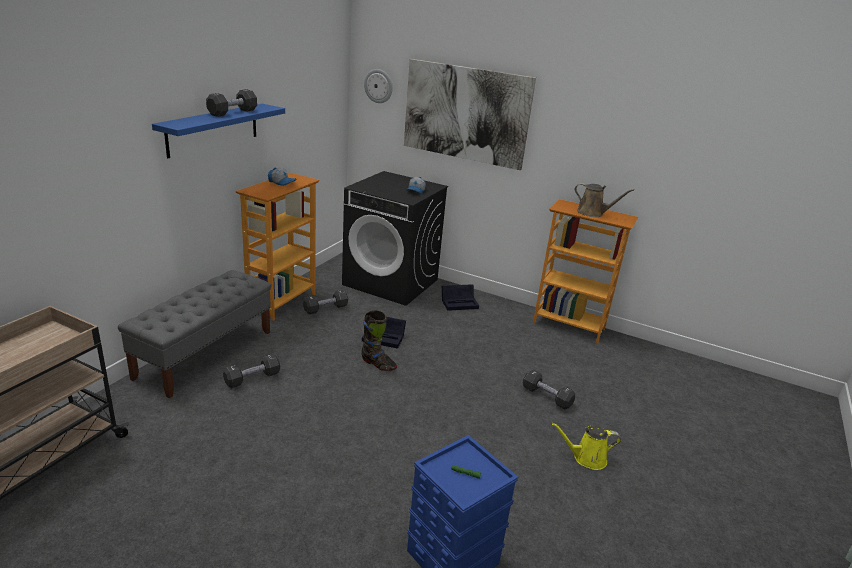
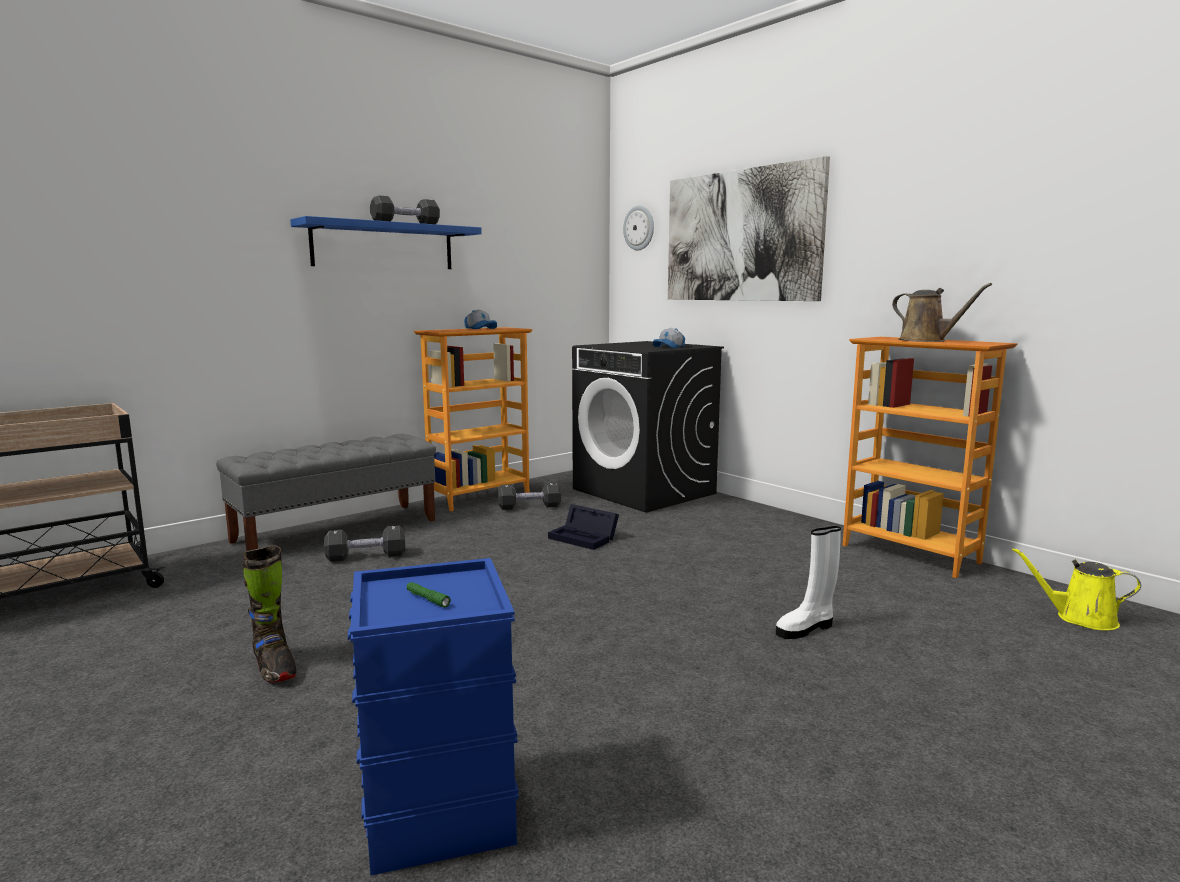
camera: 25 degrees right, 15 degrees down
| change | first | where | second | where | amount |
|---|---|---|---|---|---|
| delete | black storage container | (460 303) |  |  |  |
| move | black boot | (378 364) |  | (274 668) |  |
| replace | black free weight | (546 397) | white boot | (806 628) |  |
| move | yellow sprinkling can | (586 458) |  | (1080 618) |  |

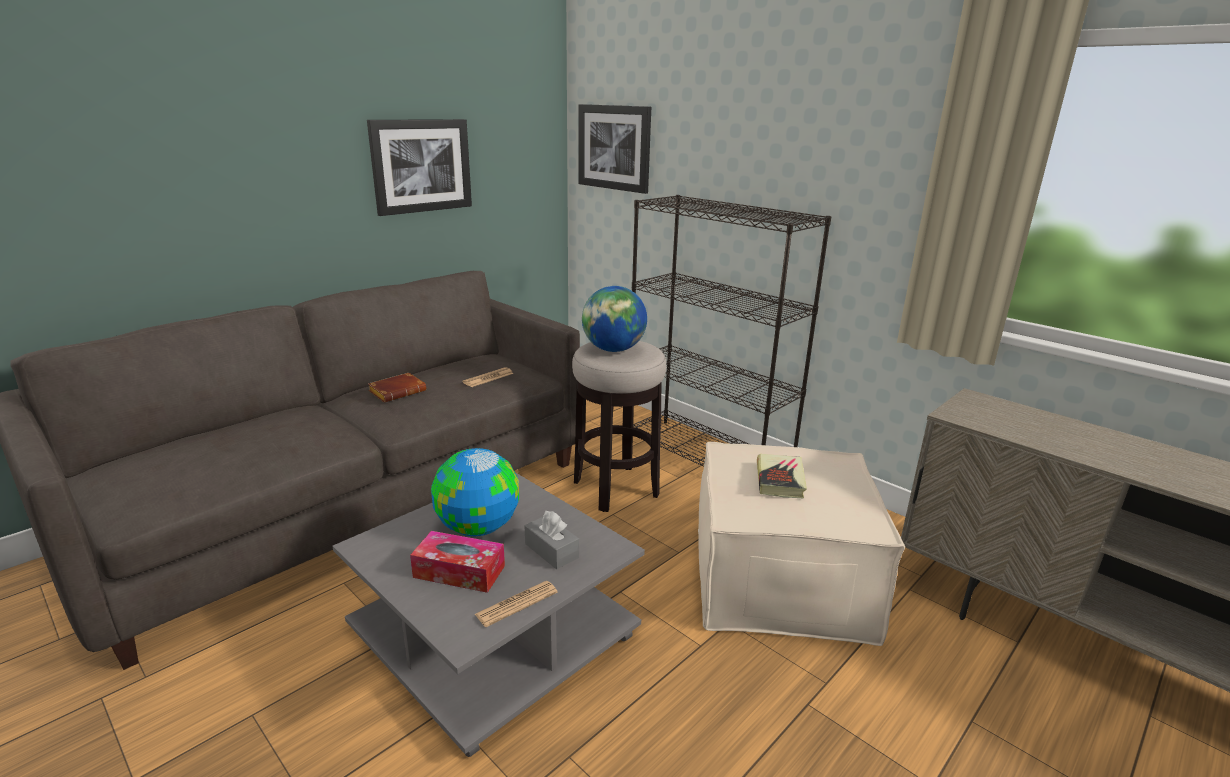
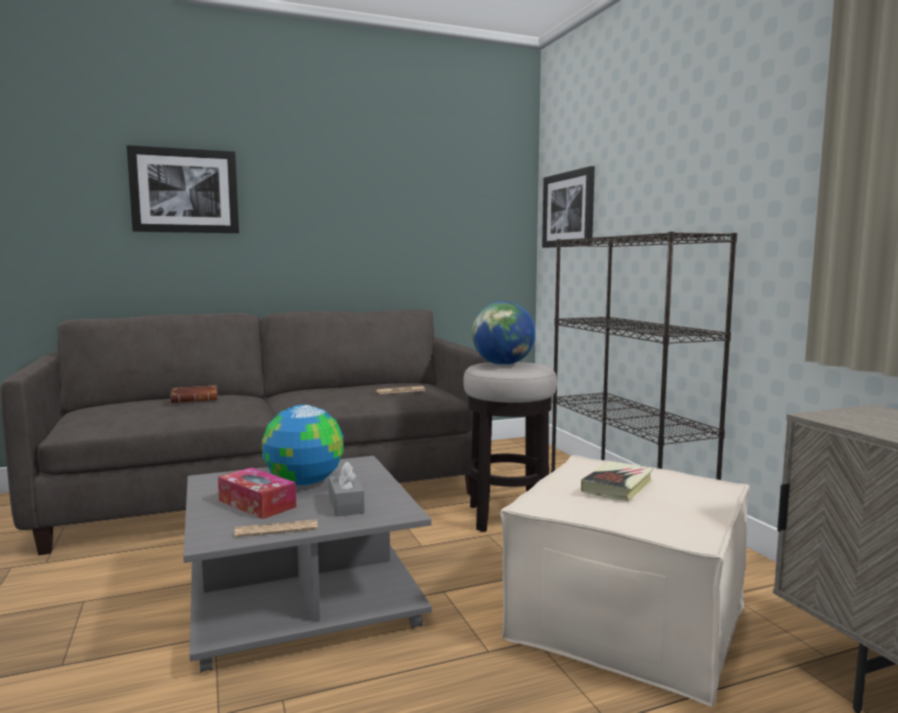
camera: 25 degrees right, 15 degrees down
| change | first | where | second | where | amount |
|---|---|---|---|---|---|
| move | picture | (421 166) |  | (184 191) |  |
| move | brown bound book | (398 391) |  | (196 399) |  |

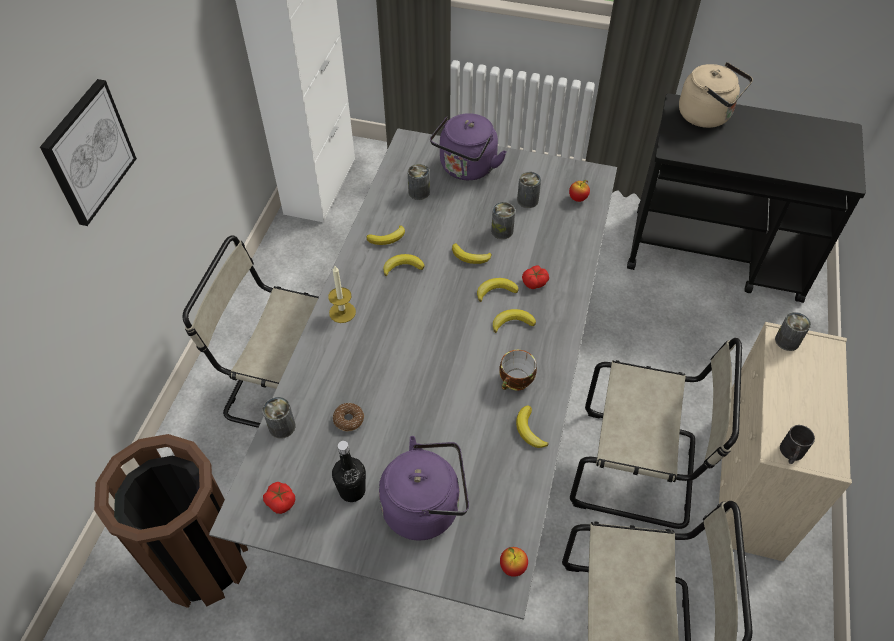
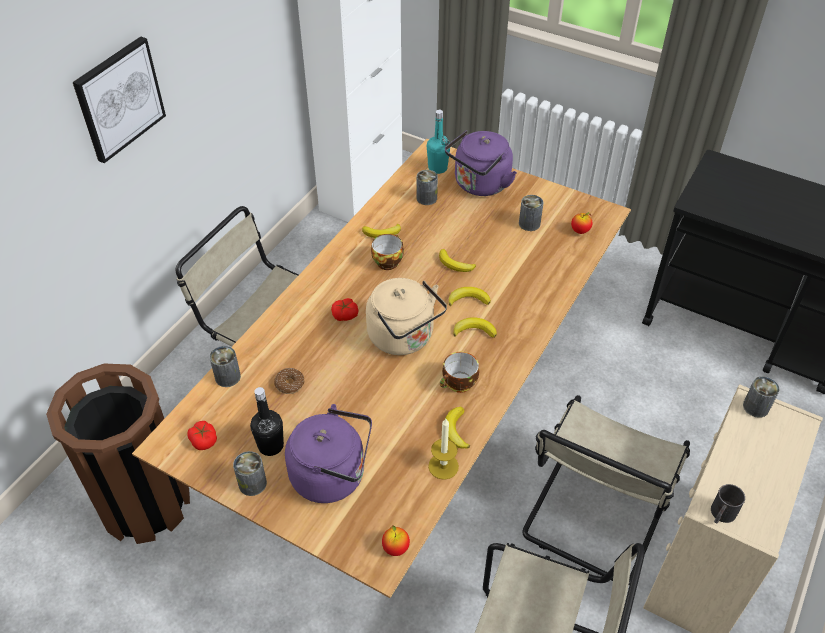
camera: 15 degrees right, 5 degrees down
| change | first | where | second | where | amount |
|---|---|---|---|---|---|
| move | beige-coloured water kettle | (707 116) |  | (404 338) |  |
| recolor | grey dinner table | (446 424) | brown dinner table | (412 432) |  |
| move | metal can | (502 231) |  | (252 483) |  |
| replace | banana fruit | (403 267) | cup | (387 261) |  |
| move | wax candle | (342 312) |  | (443 466) |  |
| move | tomato | (535 282) |  | (345 315) |  |
| rotate | beige-coloured chair | (639 470) |  | (593 520) | 90 degrees clockwise |
| insert |  |  | turquoise drink bottle | (437 168) |  |

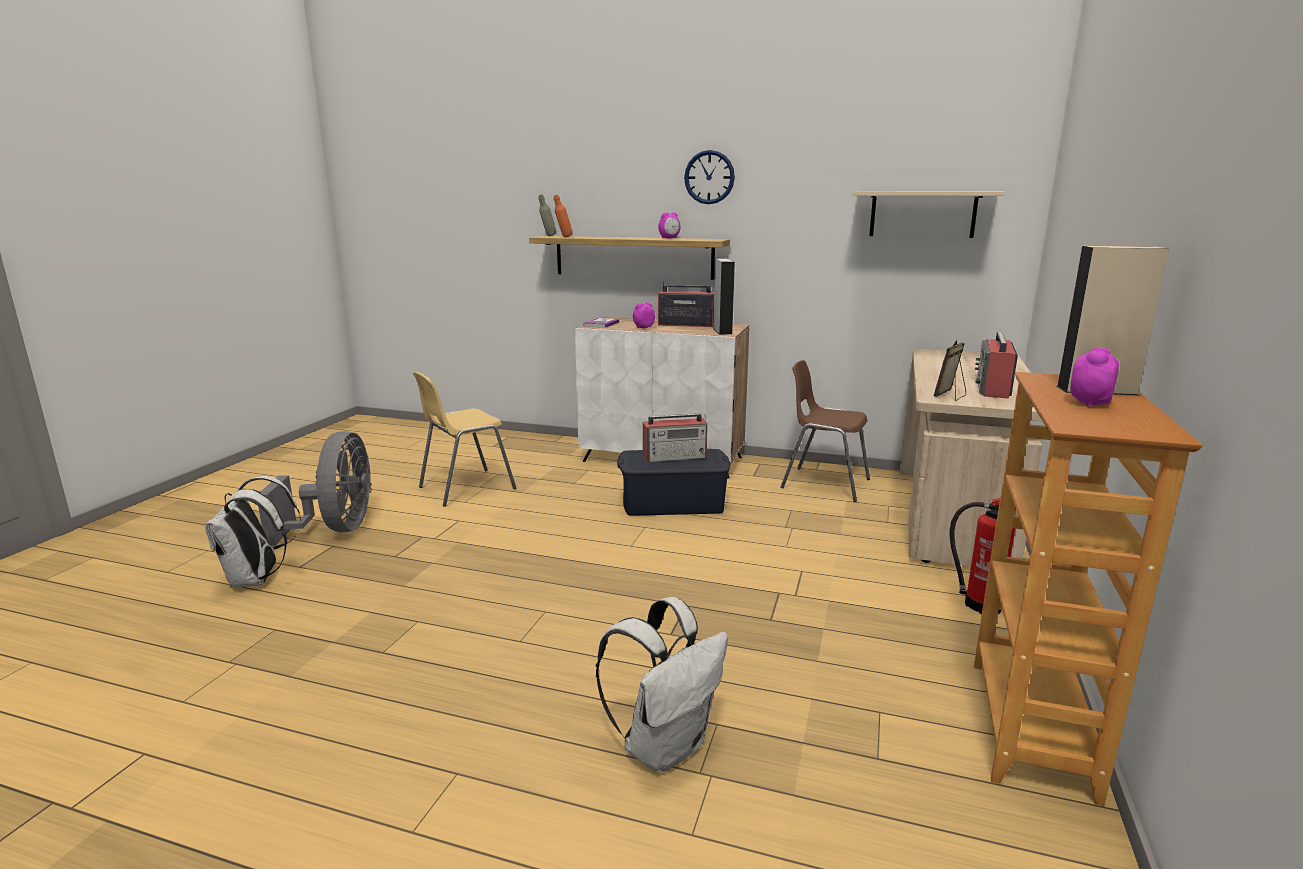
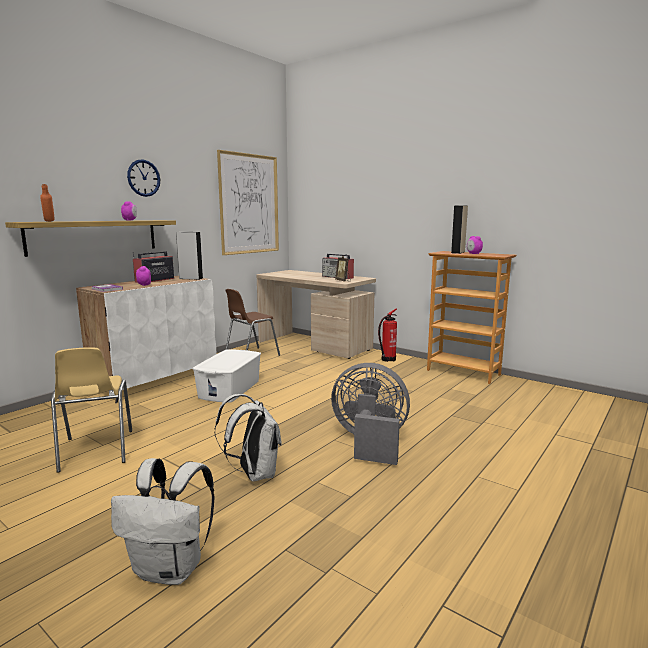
camera: 70 degrees left, 5 degrees down
| change | first | where | second | where | amount |
|---|---|---|---|---|---|
| replace | beige-coloured shelf | (922 214) | picture | (249 204) |  |
| delete | grey drink bottle | (548 236) |  |  |  |
| delete | radio receiver | (675 457) |  |  |  |
| move | grey electric fan | (336 529) |  | (369 442) |  |
| recolor | blue storage container | (673 503) | white storage container | (230 389) |  |
| move | white rucksack | (665 746) |  | (254 474) |  |

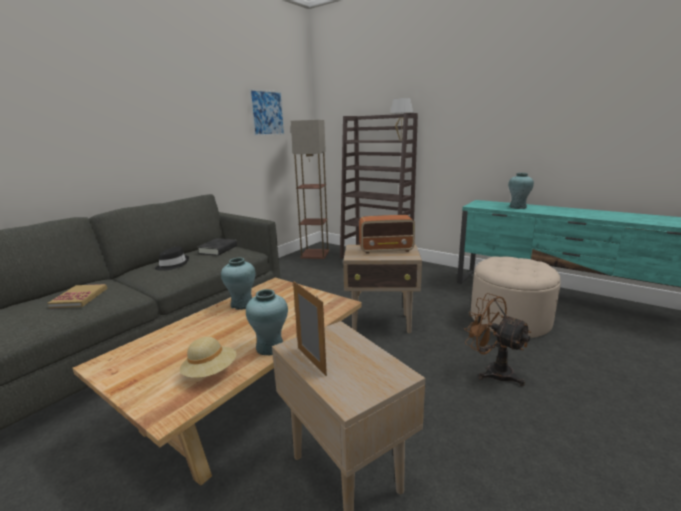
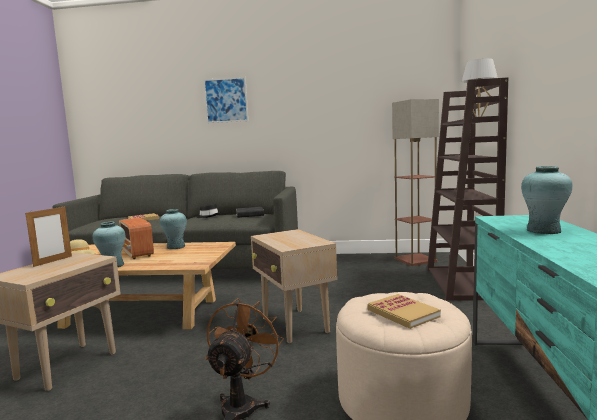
camera: 60 degrees right, 10 degrees down
| change | first | where | second | where | amount |
|---|---|---|---|---|---|
| move | picture | (267 113) |  | (226 100) |  |
| move | radio receiver | (386 250) |  | (137 253) |  |
| insert |  |  | bound book | (403 313) |  |

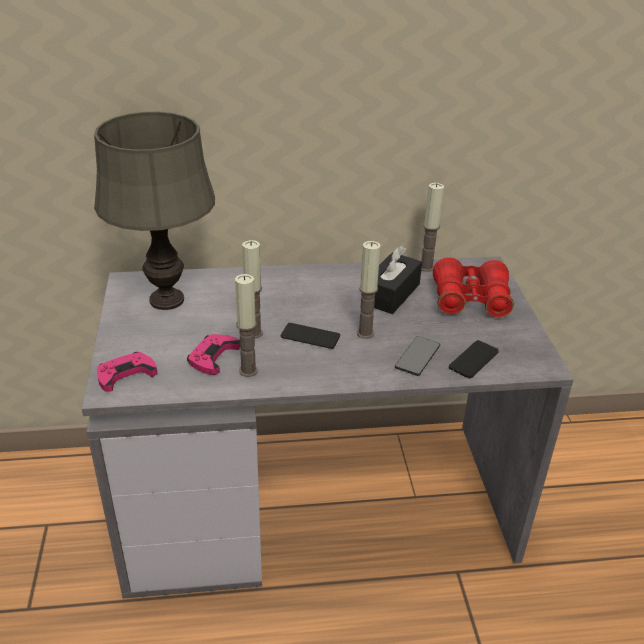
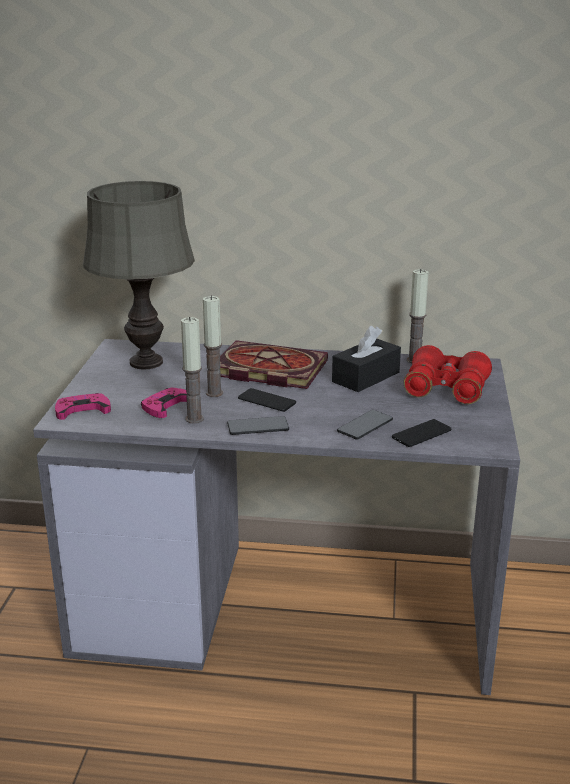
camera: 15 degrees right, 10 degrees down
| change | first | where | second | where | amount |
|---|---|---|---|---|---|
| delete | wax candle | (365 333) |  |  |  |
| insert |  |  | bound book | (266 369) |  |
| insert |  |  | telephone | (258 427) |  |

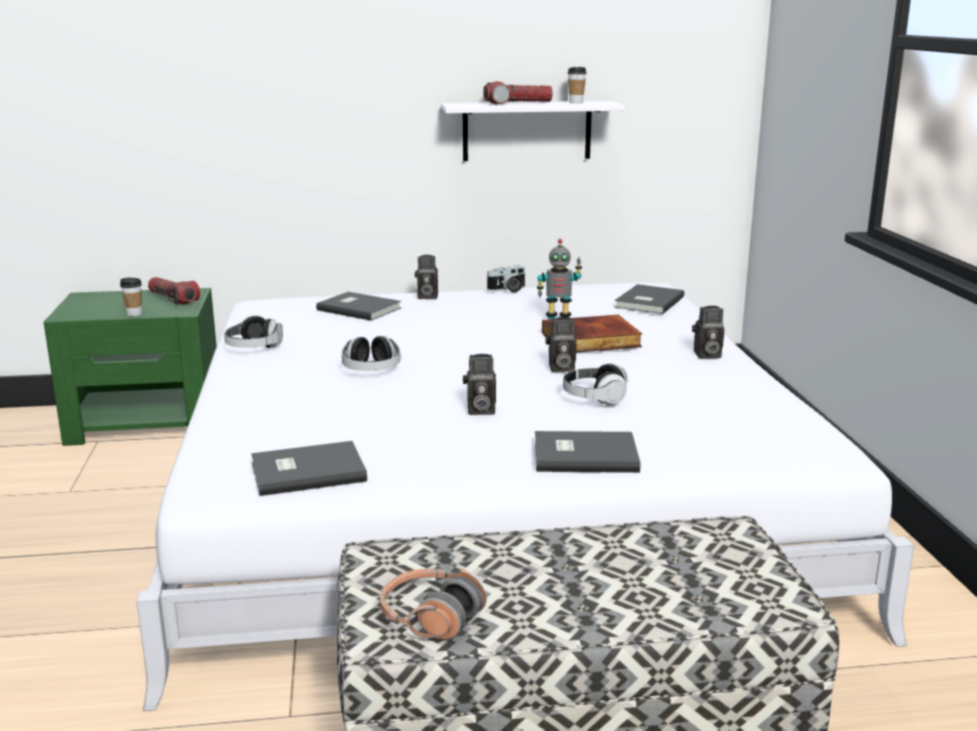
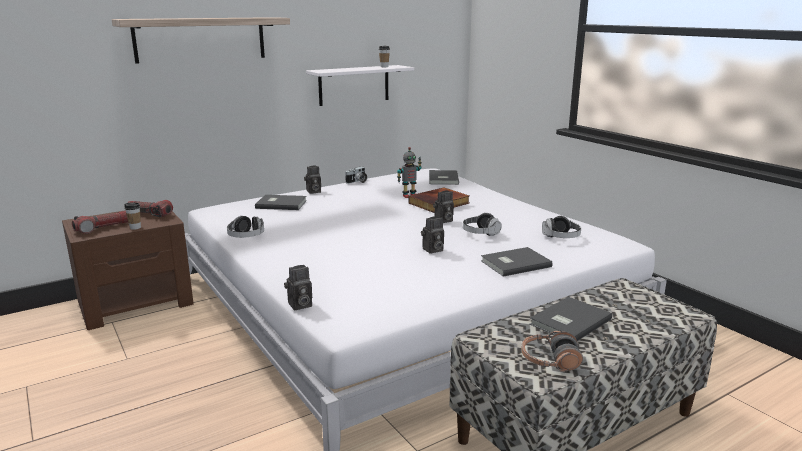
camera: 25 degrees left, 0 degrees up
| change | first | where | second | where | amount |
|---|---|---|---|---|---|
| move | flashlight | (517 103) |  | (102 228) |  |
| recolor | green nightstand | (147 421) | brown nightstand | (136 302) |  |
| move | photo camera | (706 355) |  | (299 305) |  |
| move | pair of headphones | (371 370) |  | (561 238) |  |
| move | grey bound book | (306 471) |  | (568 321) |  |
| insert |  |  | shelf | (201 39) |  |

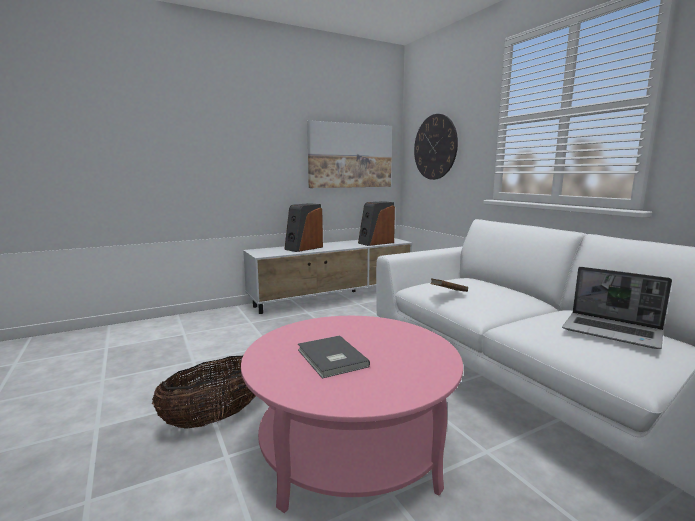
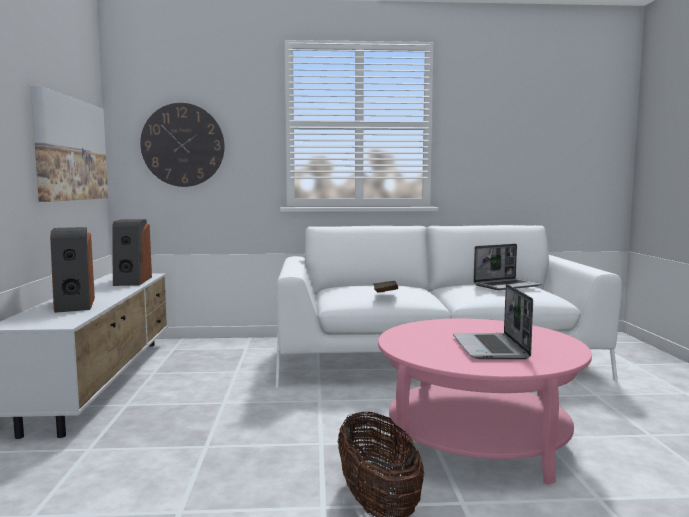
camera: 65 degrees left, 5 degrees down
| change | first | where | second | where | amount |
|---|---|---|---|---|---|
| replace | grey bound book | (330 359) | portable computer | (491 348) |  |

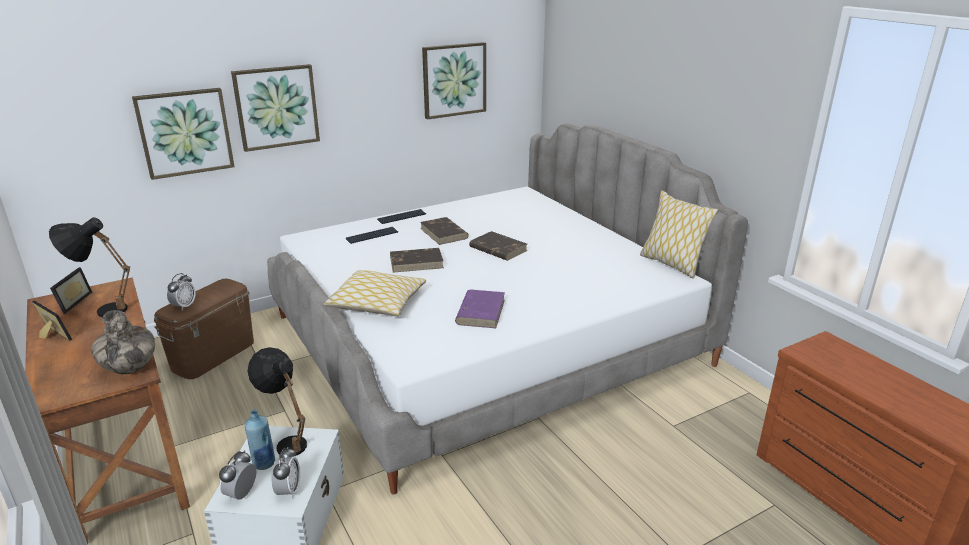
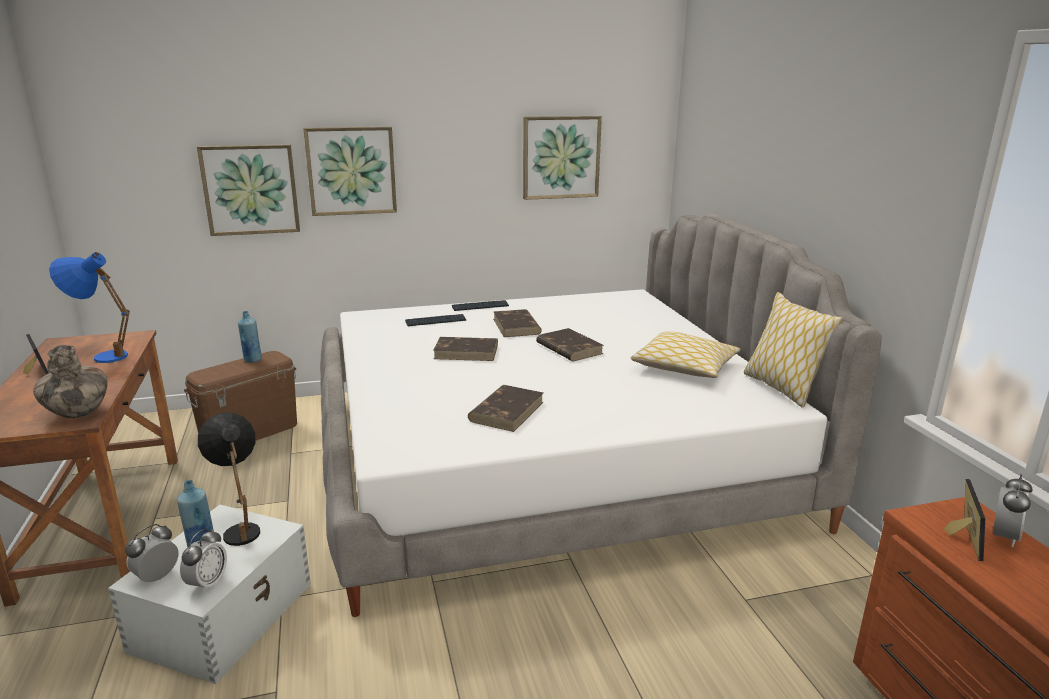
camera: 15 degrees right, 5 degrees down
| change | first | where | second | where | amount |
|---|---|---|---|---|---|
| recolor | black table lamp | (102 310) | blue table lamp | (102 355) |  |
| move | standing frame | (71 302) |  | (959 536) |  |
| move | throw pillow | (377 303) |  | (685 367) |  |
| move | table clock | (184 306) |  | (1003 536) |  |
| recolor | purplish bound book | (480 311) | brown bound book | (507 411) |  |
| insert |  |  | blue drink bottle | (252 360) |  |

